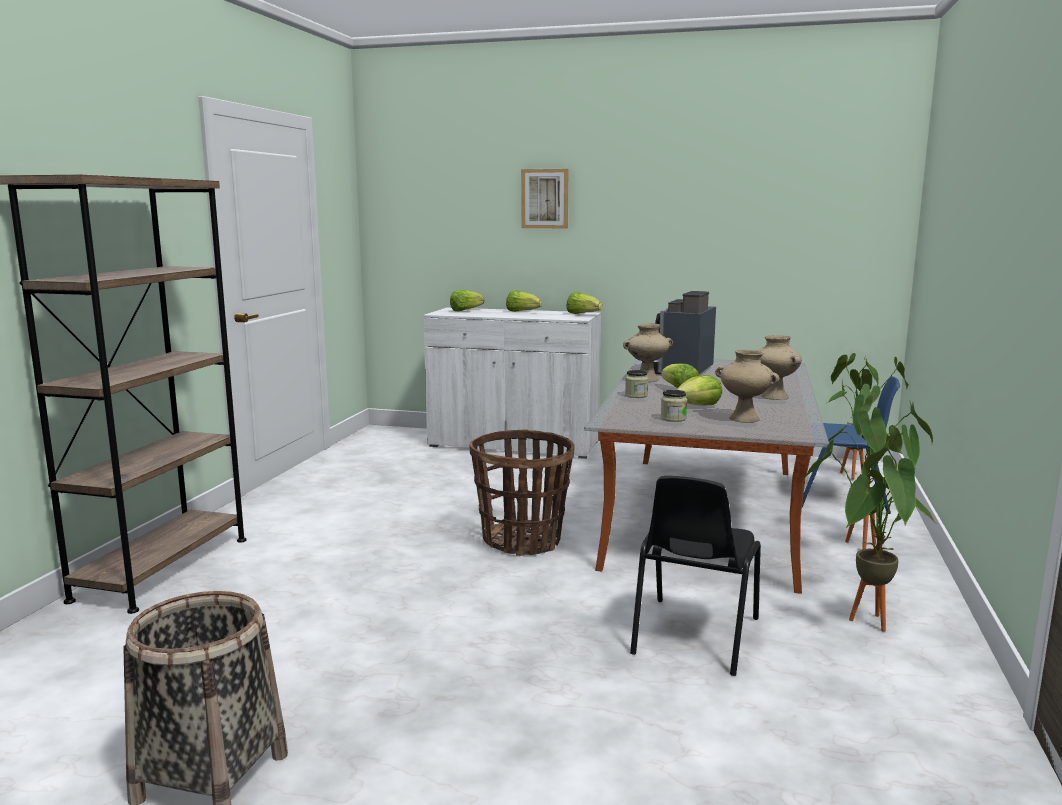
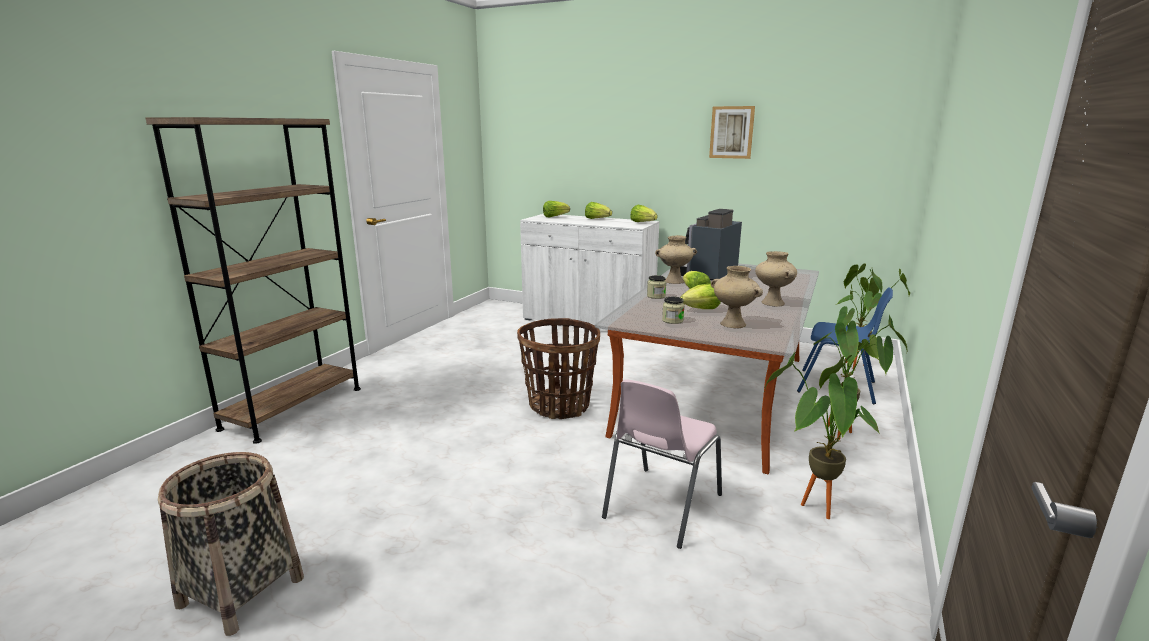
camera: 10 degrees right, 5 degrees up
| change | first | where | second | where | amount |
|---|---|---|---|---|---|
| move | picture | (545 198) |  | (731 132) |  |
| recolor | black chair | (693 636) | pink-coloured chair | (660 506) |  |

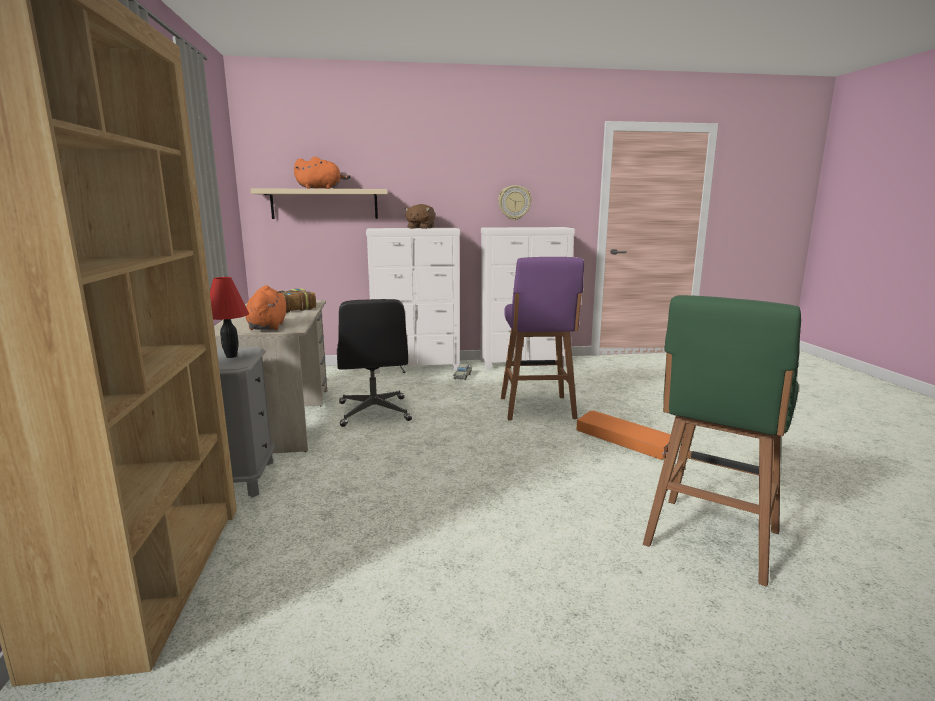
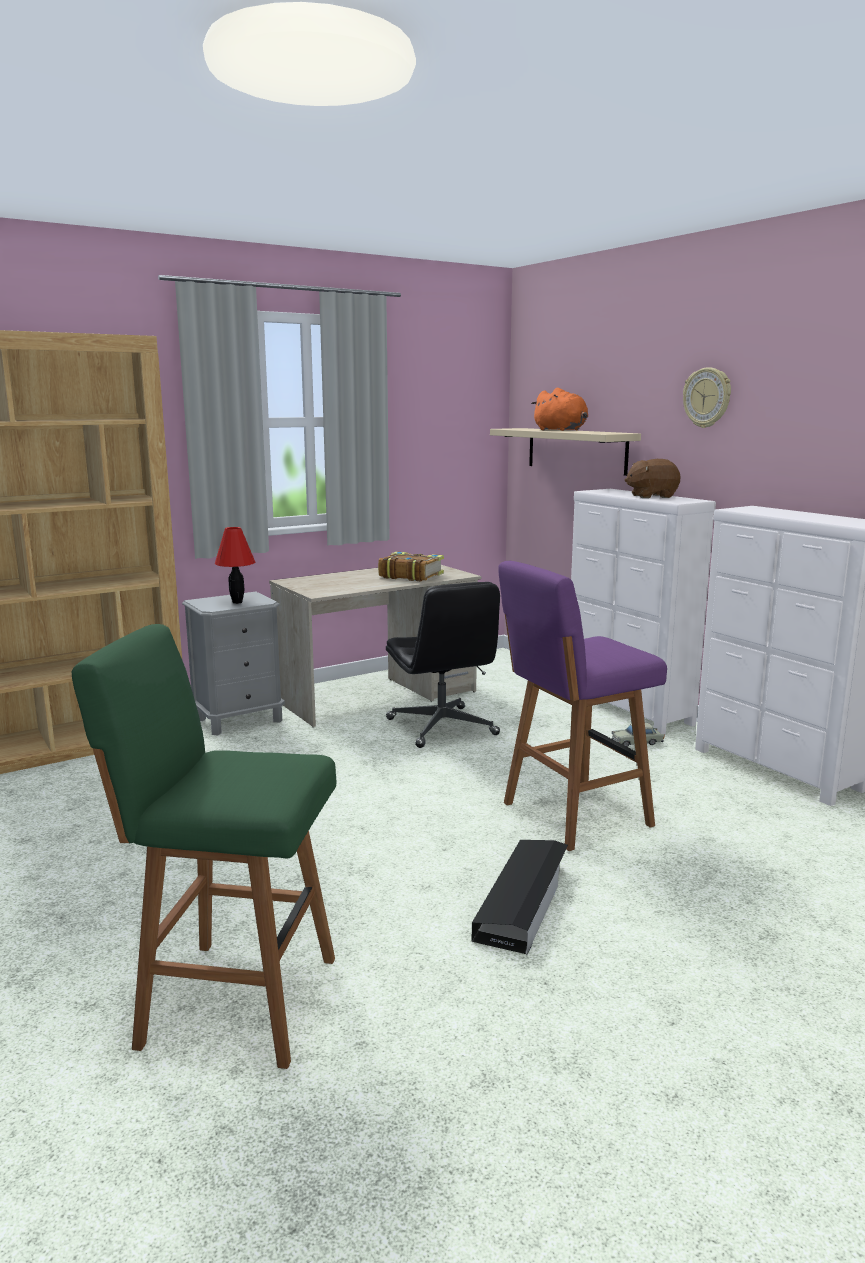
camera: 65 degrees right, 0 degrees up
| change | first | where | second | where | amount |
|---|---|---|---|---|---|
| move | clock on the wall | (514 202) |  | (707 398) |  |
| delete | orangey cuddly toy | (268 326) |  |  |  |
| rotate | black desk chair | (374 412) |  | (442 727) | 75 degrees counterclockwise |
| recolor | orangey storage container | (624 440) | black storage container | (523 901) |  |

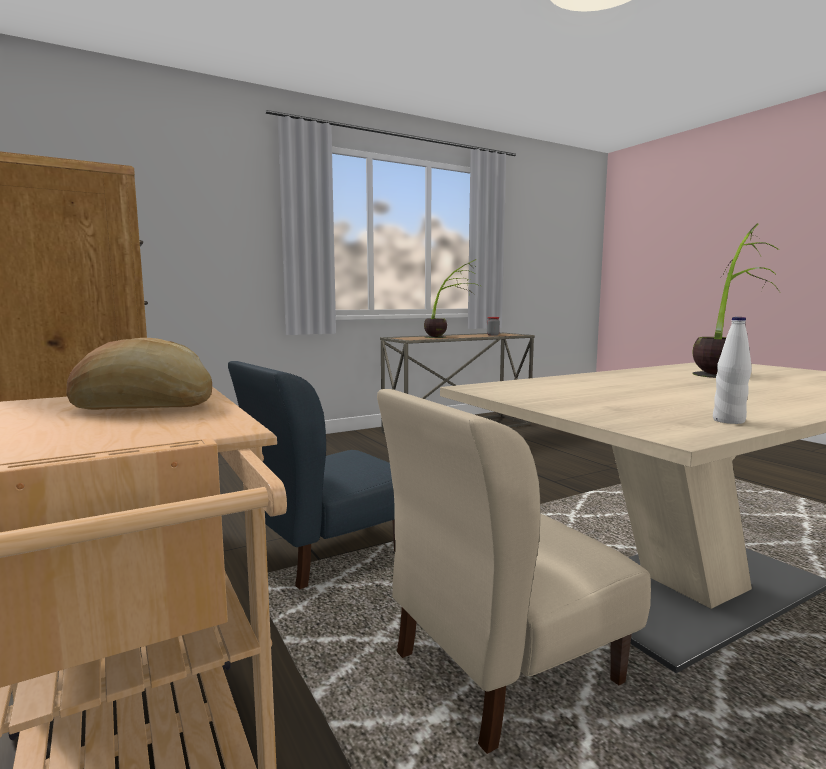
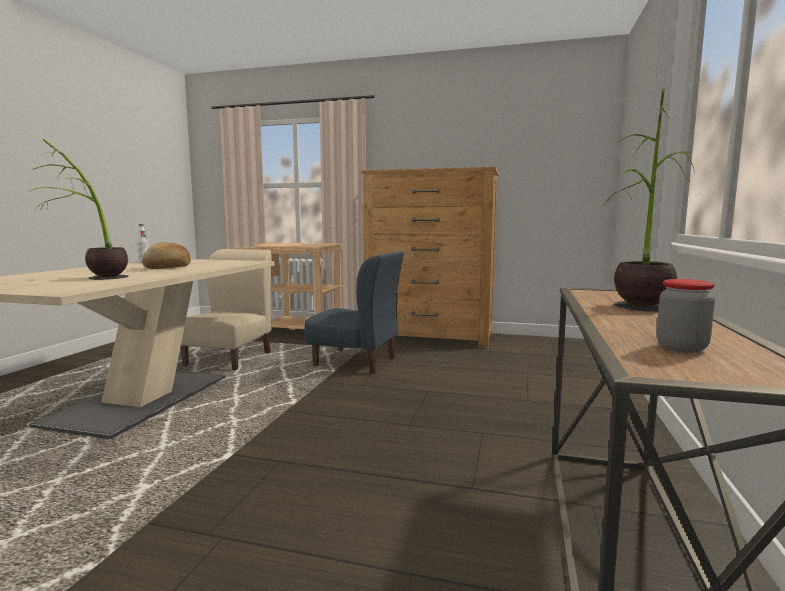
camera: 135 degrees right, 0 degrees up
| change | first | where | second | where | amount |
|---|---|---|---|---|---|
| move | baked bread | (144 407) |  | (168 267) |  |
| rotate | blue chair | (325 551) |  | (356 361) | 105 degrees clockwise |

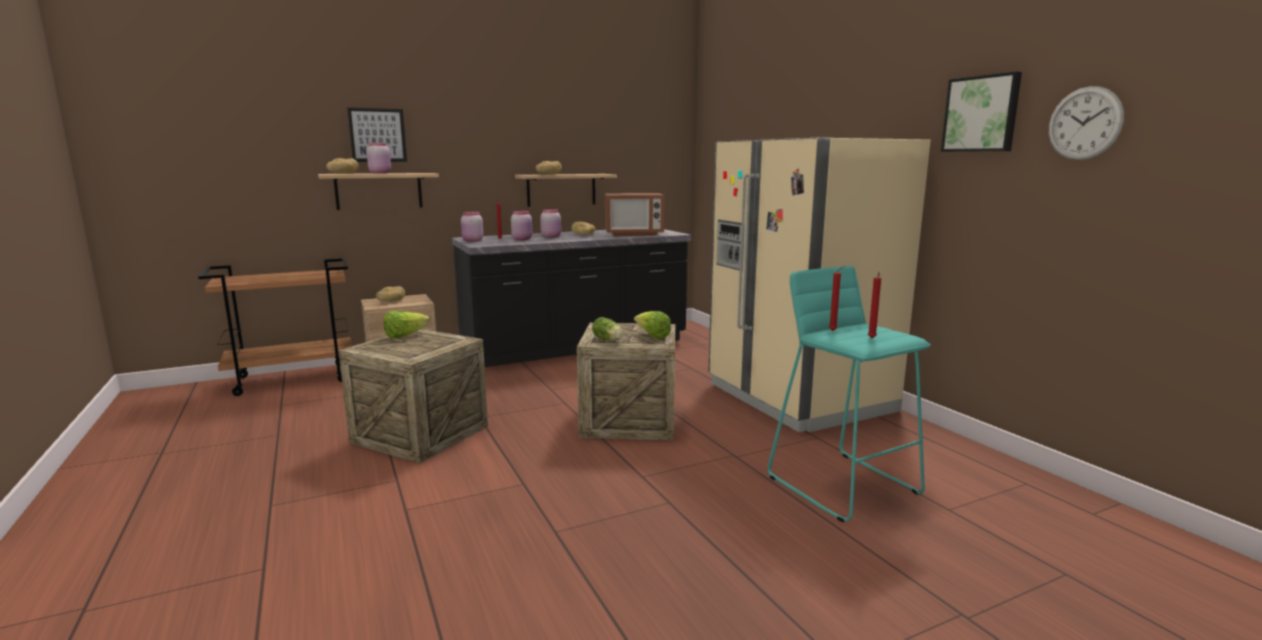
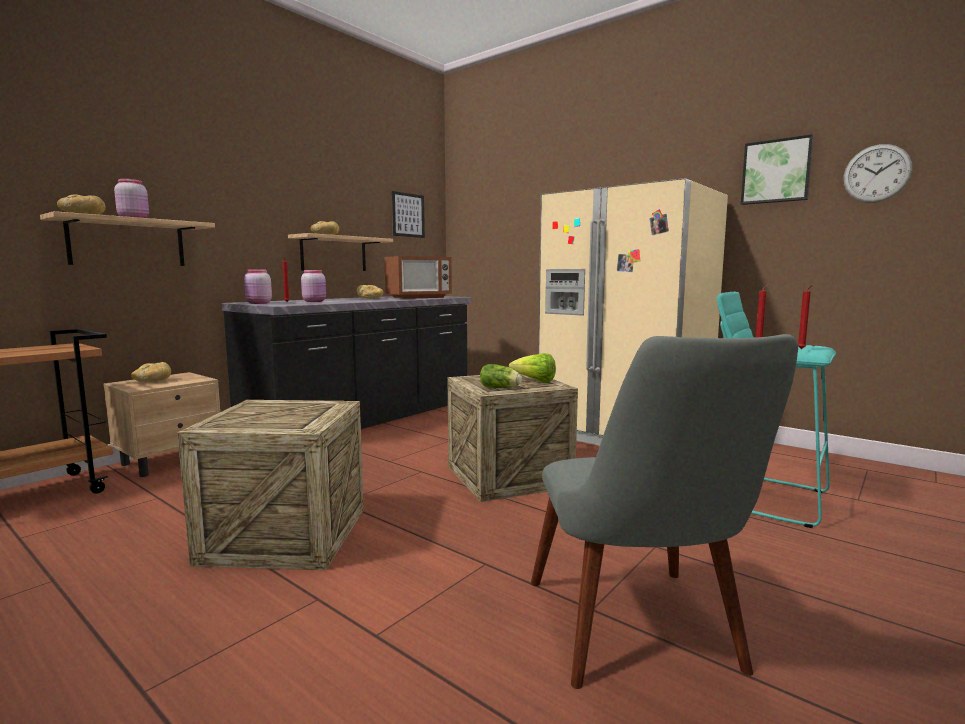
camera: 25 degrees left, 5 degrees down
| change | first | where | second | where | amount |
|---|---|---|---|---|---|
| move | picture | (377 135) |  | (408 215) |  |
| delete | pink-coloured storage jar | (551 237) |  |  |  |
| delete | lettuce head | (405 336) |  |  |  |
| insert |  |  | grey chair | (642 641) |  |

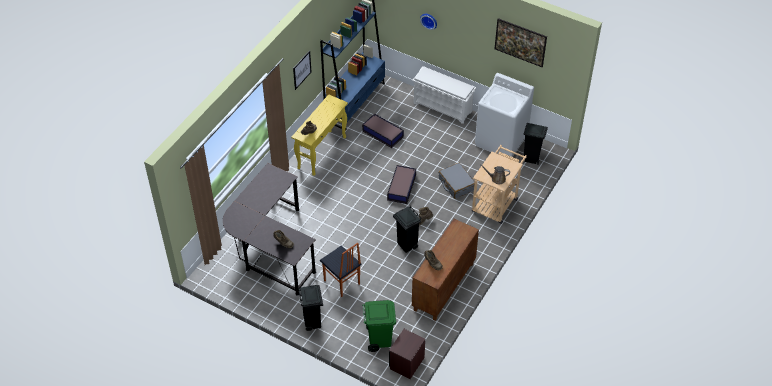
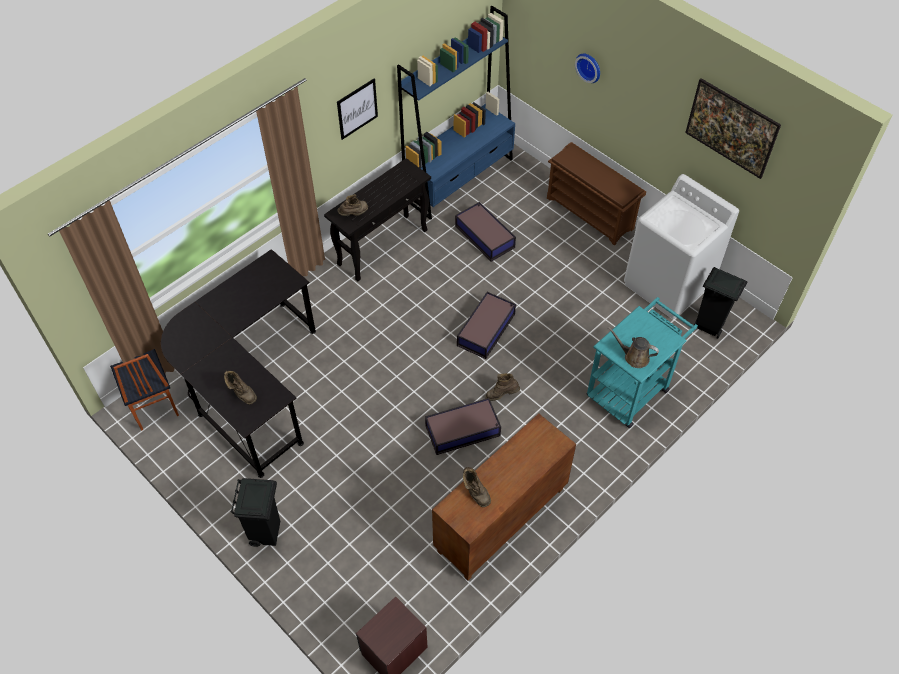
camera: 15 degrees right, 5 degrees up
| change | first | where | second | where | amount |
|---|---|---|---|---|---|
| recolor | white shoe shelf | (443 107) | brown shoe shelf | (591 213) |  |
| recolor | yellow console table | (322 152) | black console table | (383 247) |  |
| recolor | beige-coloured wheeled cart | (496 202) | turquoise wheeled cart | (632 388) |  |
| delete | grey suitcase | (456 184) |  |  |  |
| replace | black rubbish bin | (407 245) | storage container | (463 431) |  |
| move | chair | (341 283) |  | (153 407) |  |
| delete | green rubbish bin | (379 339) |  |  |  |

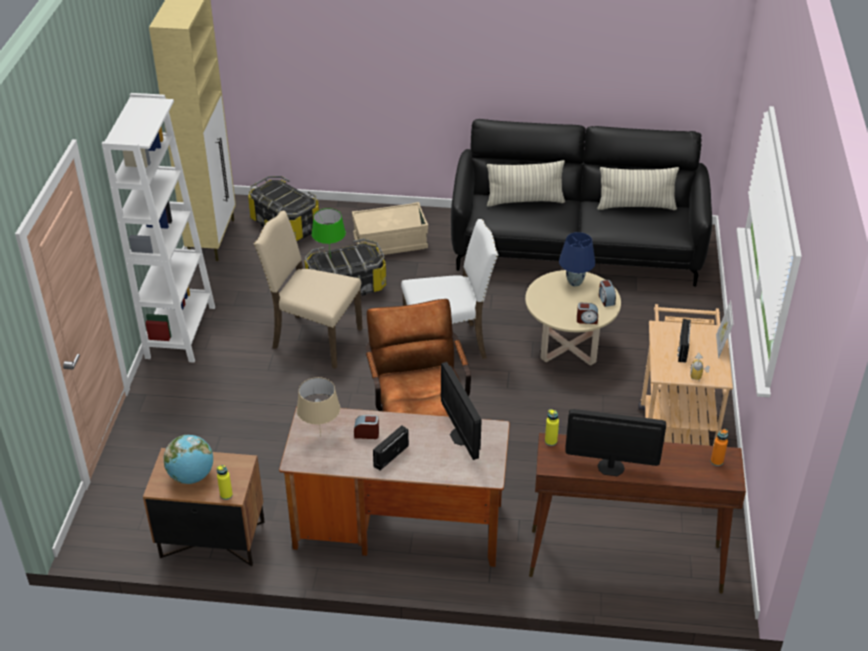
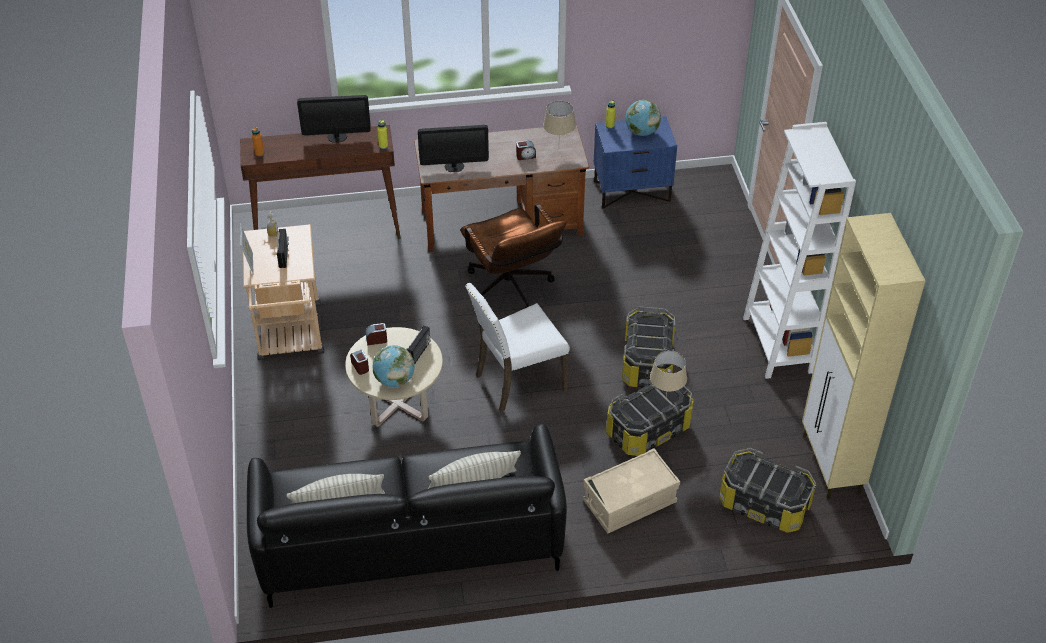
camera: 165 degrees right, 5 degrees up
| change | first | where | second | where | amount |
|---|---|---|---|---|---|
| recolor | green table lamp | (329 258) | beige-coloured table lamp | (666 399) |  |
| replace | beige-coloured chair | (314 339) | storage container | (648 363) |  |
| replace | blue table lamp | (575 283) | world globe | (394 380) |  |
| rotate | computer display | (461 436) |  | (454 166) | 120 degrees clockwise |
| move | radio receiver | (390 456) |  | (419 352) |  |
| recolor | brown nightstand | (212 540) | blue nightstand | (632 190) |  |

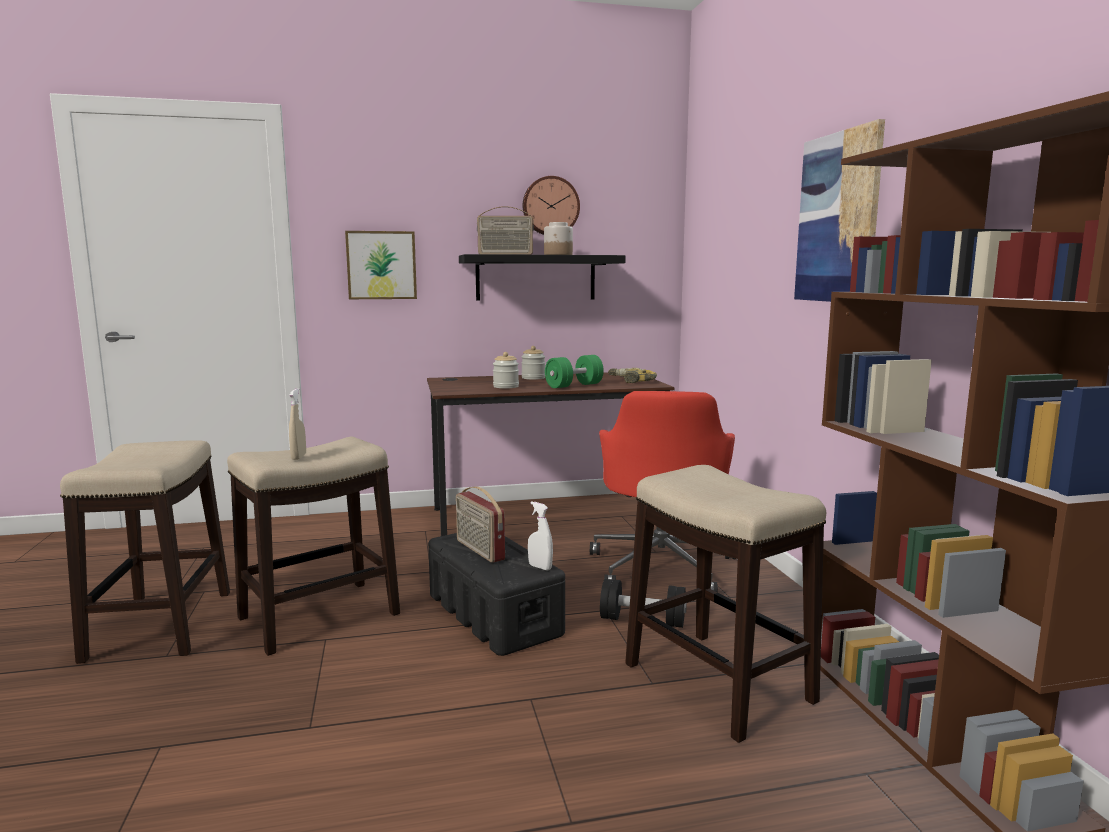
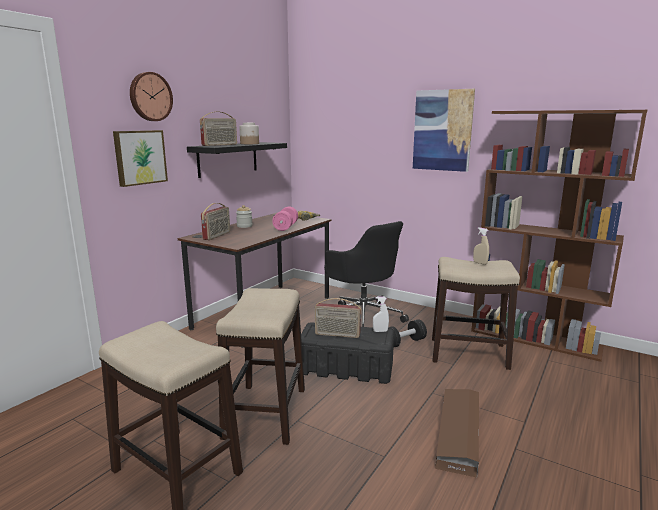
camera: 45 degrees left, 5 degrees up
| change | first | where | second | where | amount |
|---|---|---|---|---|---|
| move | clock on the wall | (550 206) |  | (150 97) |  |
| delete | storage jar | (506 386) |  |  |  |
| recolor | green free weight | (574 385) | pink-coloured free weight | (285 227) |  |
| move | beige-coloured spray bottle | (298 457) |  | (480 263) |  |
| recolor | reddish desk chair | (662 565) | black desk chair | (363 316) |  |
| insert |  |  | radio receiver | (217 236) |  |
| insert |  |  | brown storage container | (459 434) |  |

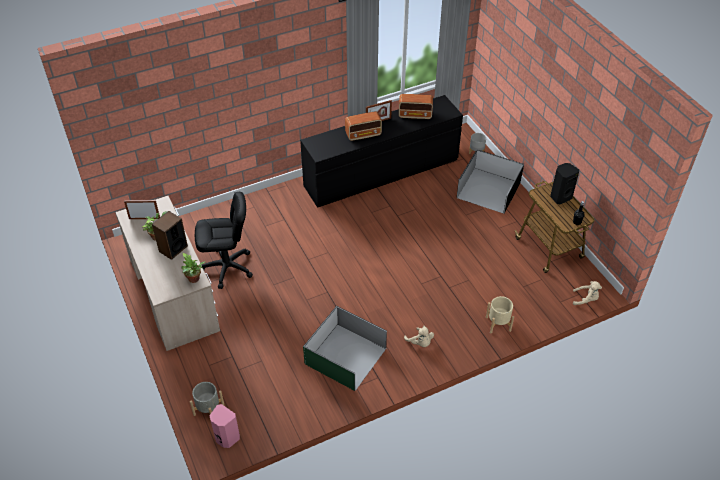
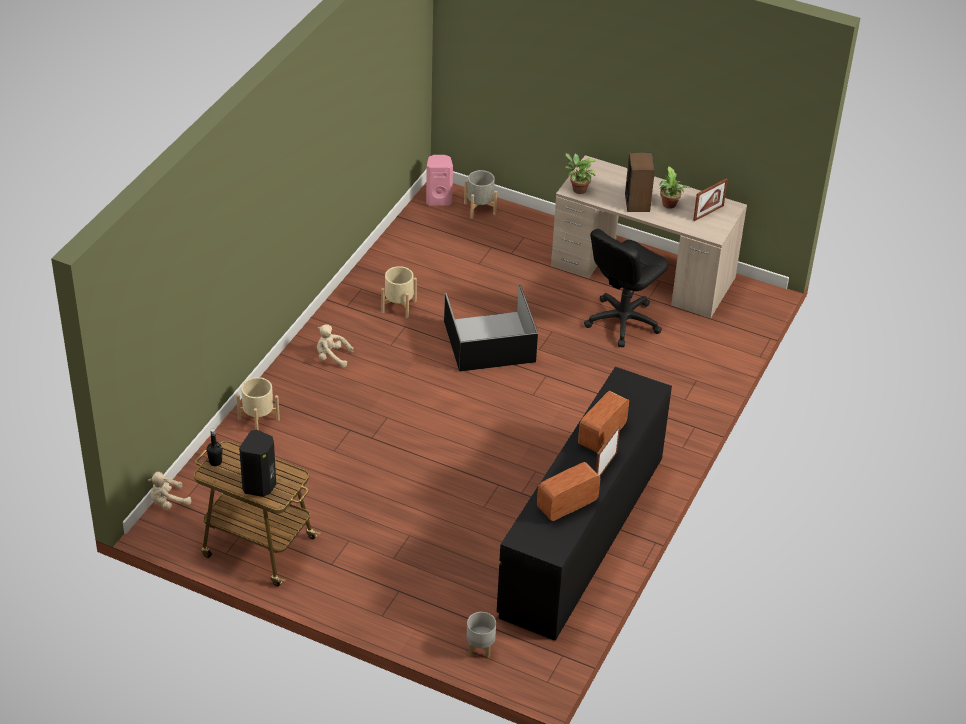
camera: 140 degrees right, 5 degrees down
| change | first | where | second | where | amount |
|---|---|---|---|---|---|
| move | black storage container | (488 190) |  | (490 341) |  |
| replace | green storage container | (345 356) | beige-coloured flower pot | (399 306) |  |

